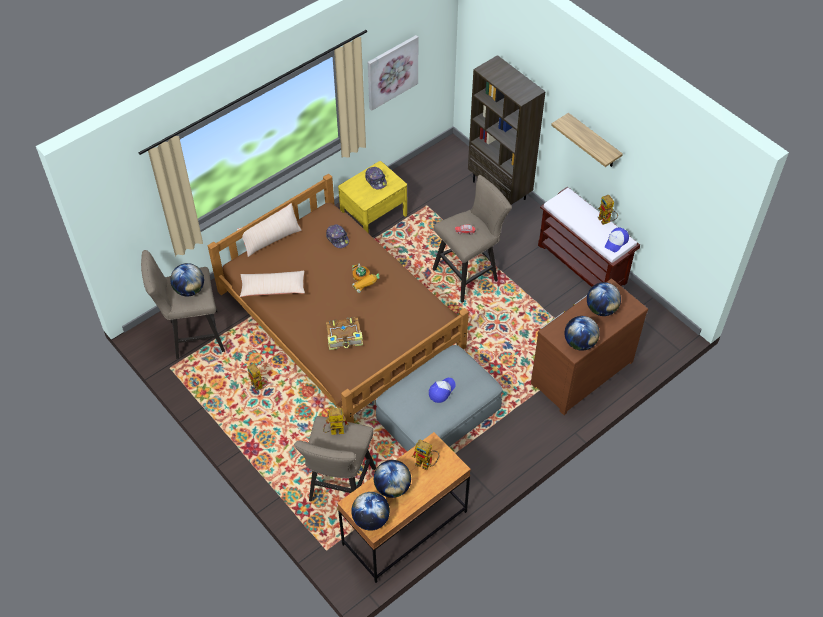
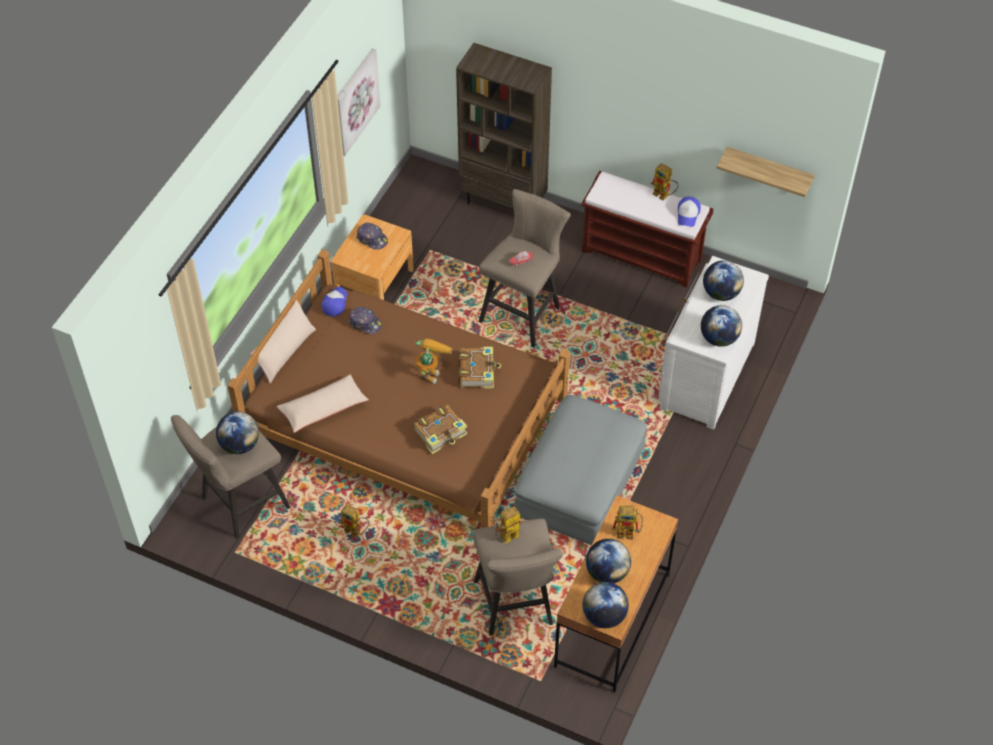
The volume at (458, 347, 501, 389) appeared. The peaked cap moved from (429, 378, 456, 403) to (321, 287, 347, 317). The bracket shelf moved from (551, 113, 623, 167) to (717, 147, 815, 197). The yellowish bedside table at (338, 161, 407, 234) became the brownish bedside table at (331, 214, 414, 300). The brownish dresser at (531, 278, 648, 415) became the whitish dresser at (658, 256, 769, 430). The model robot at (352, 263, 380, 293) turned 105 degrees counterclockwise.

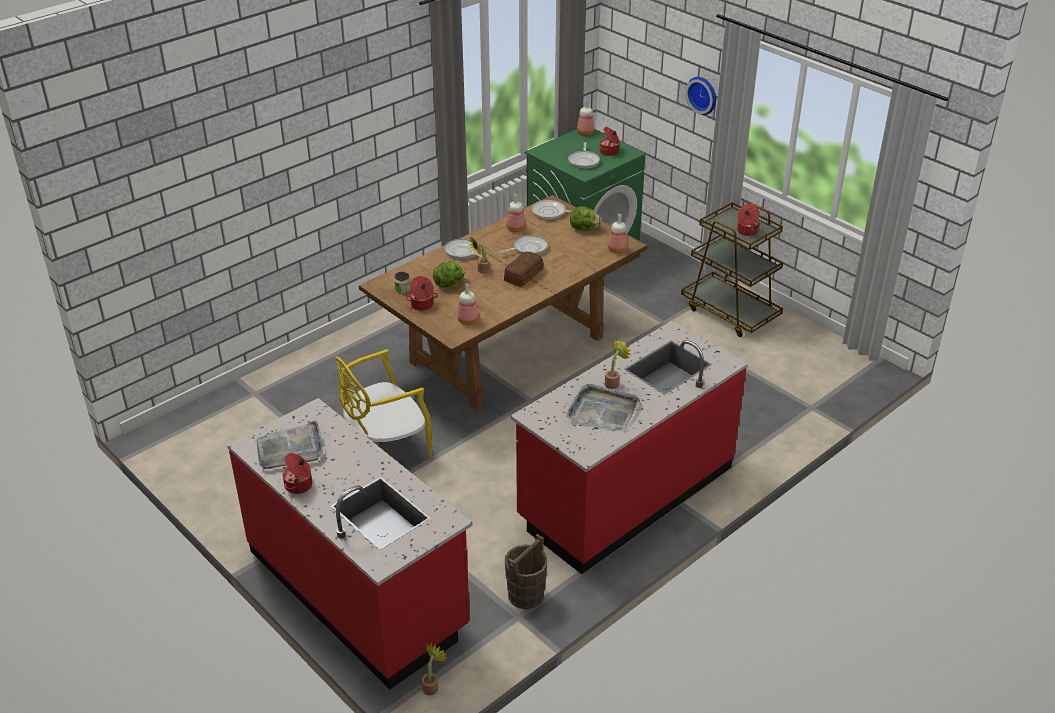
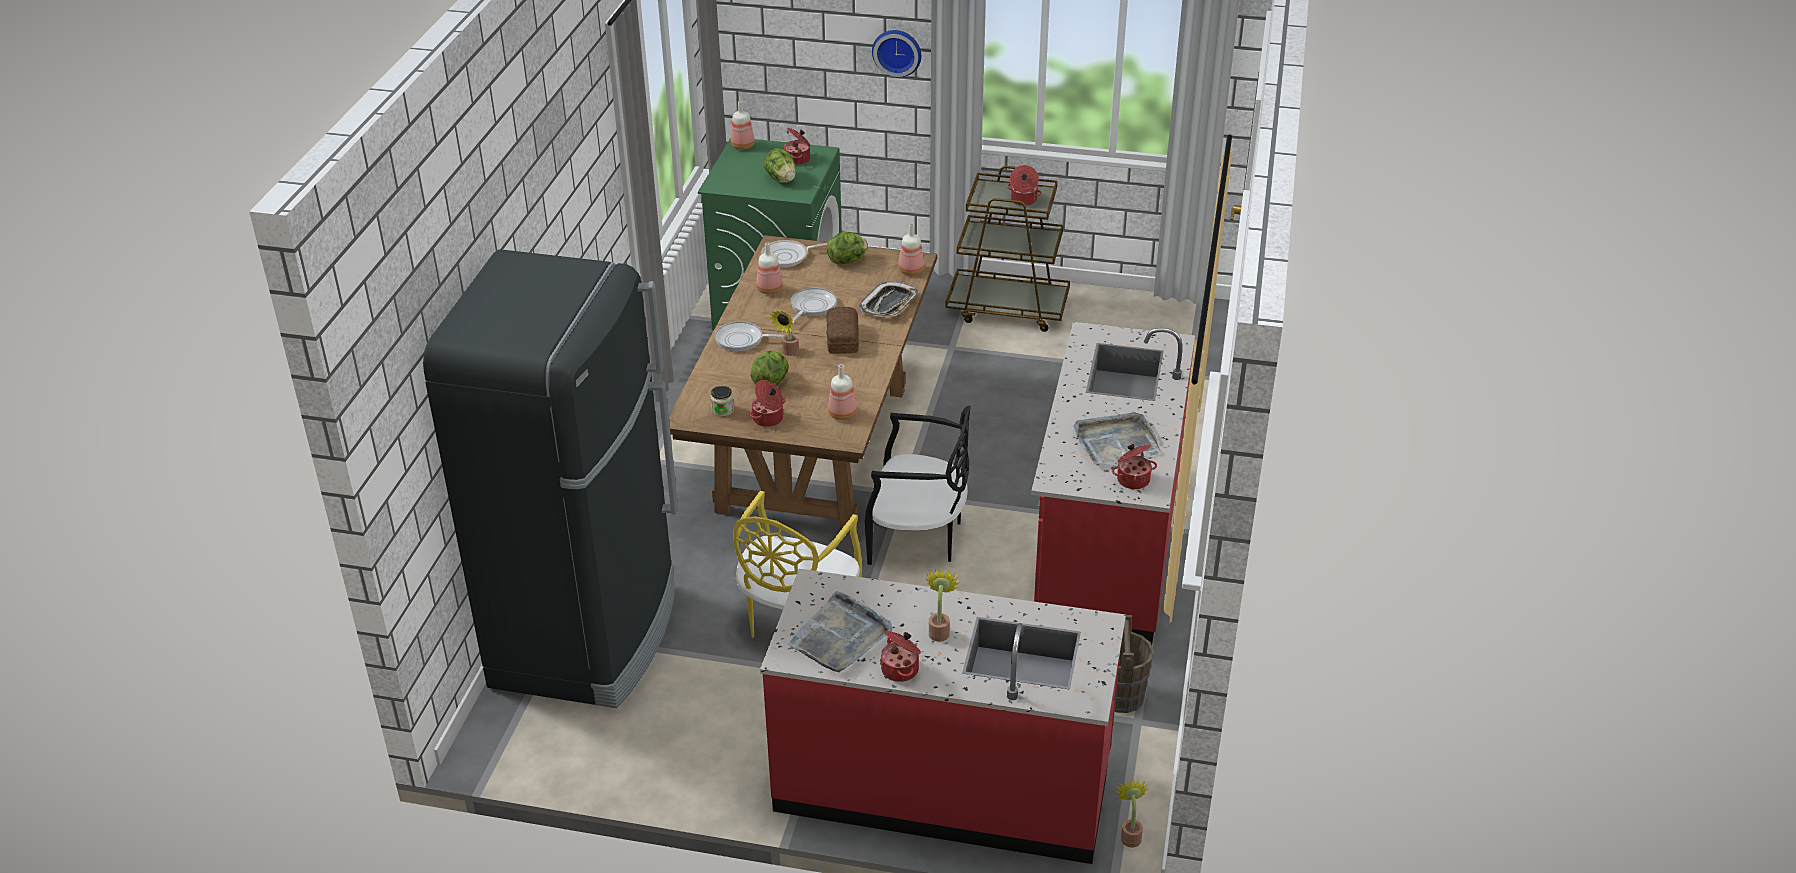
The black kitchen fridge at (423, 249, 678, 708) appeared. The serving tray at (859, 281, 918, 317) appeared. The black chair at (865, 406, 971, 565) appeared. The cooking pot at (1112, 444, 1157, 489) appeared. The houseplant moved from (605, 339, 630, 389) to (925, 568, 960, 642). The frying pan at (568, 142, 600, 169) was replaced by the head of lettuce at (764, 148, 796, 183).

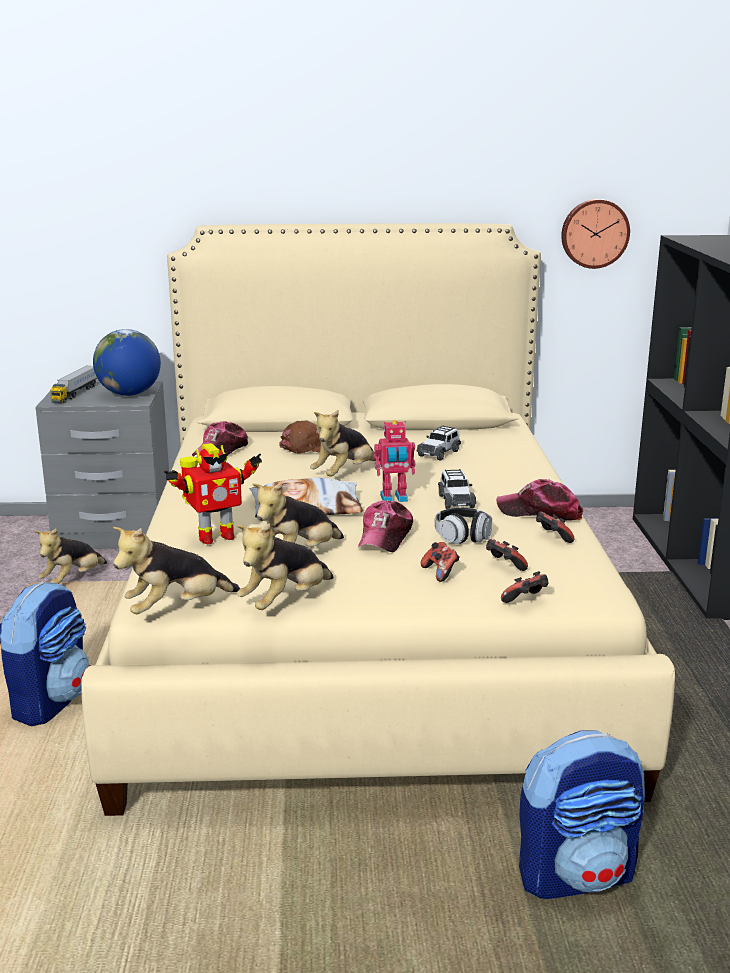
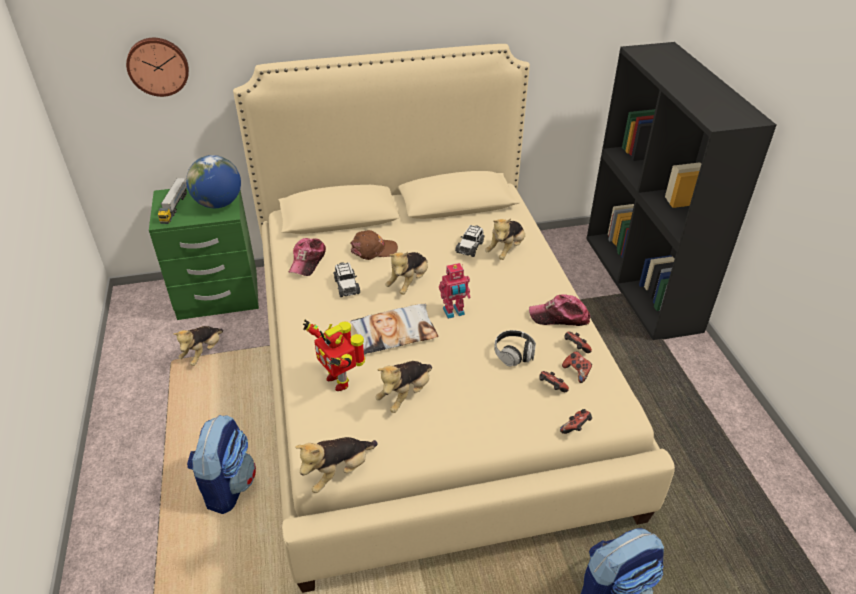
The peaked cap at (357, 500, 413, 552) disappeared. The soft toy moved from (237, 523, 334, 610) to (485, 218, 525, 260). The joypad moved from (421, 542, 460, 582) to (562, 351, 592, 383). The miniature car moved from (438, 469, 476, 509) to (333, 262, 360, 297). The wall clock moved from (561, 199, 630, 269) to (126, 38, 189, 97). The grey bedside table at (35, 381, 169, 549) became the greenish bedside table at (149, 188, 259, 320). The model robot at (164, 443, 262, 544) turned 90 degrees clockwise.

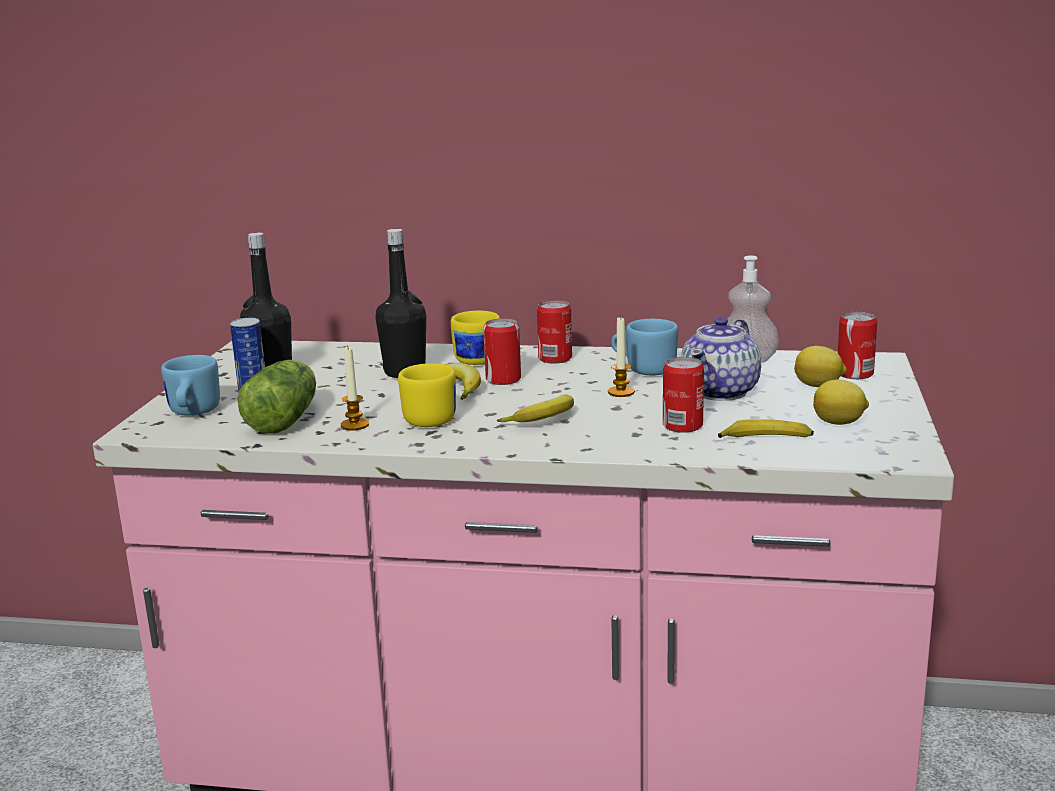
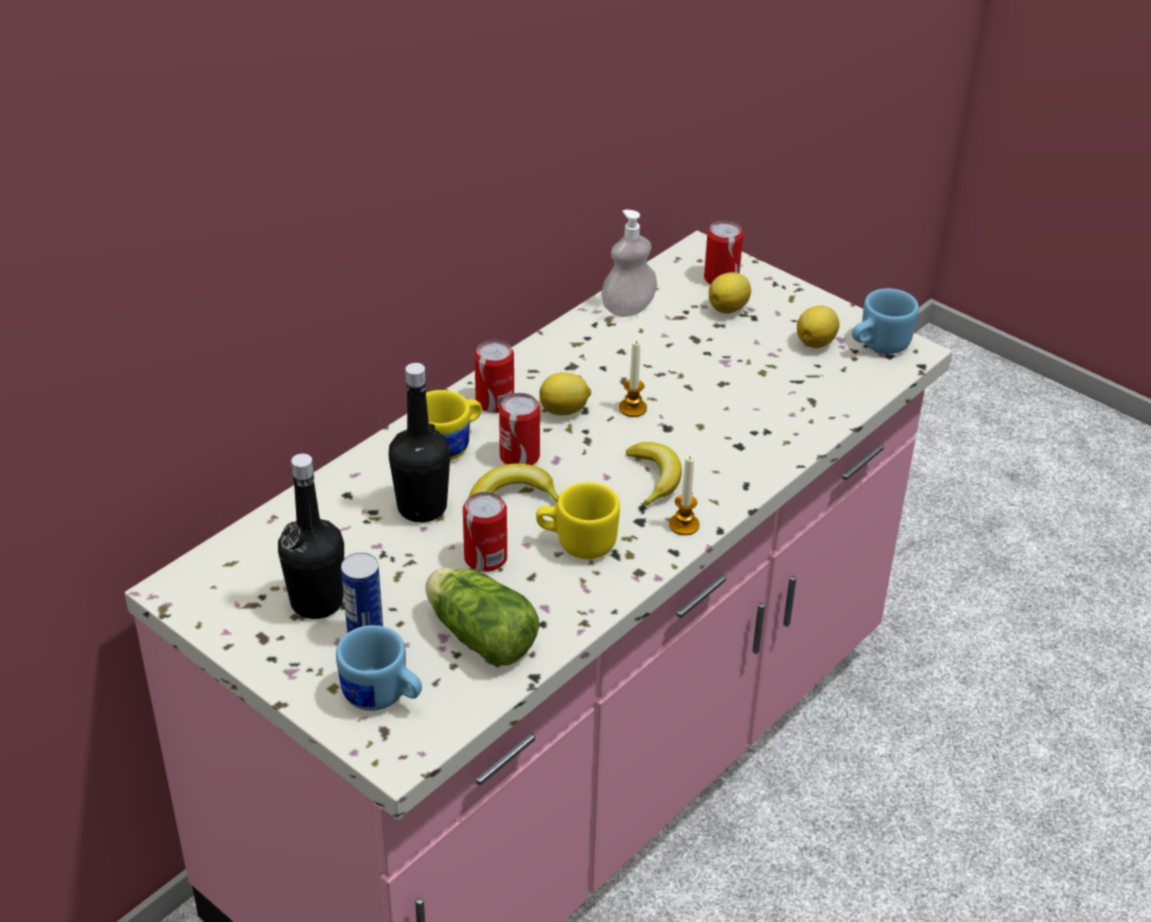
The pot for tea at (681, 317, 761, 401) disappeared. The banana at (718, 419, 814, 438) disappeared. The whole lemon at (540, 372, 591, 415) appeared. The wax candle moved from (341, 347, 369, 431) to (669, 455, 700, 535). The blue-coloured mug moved from (611, 319, 678, 375) to (852, 288, 919, 354). The sealed can moved from (663, 357, 704, 433) to (463, 492, 507, 572).

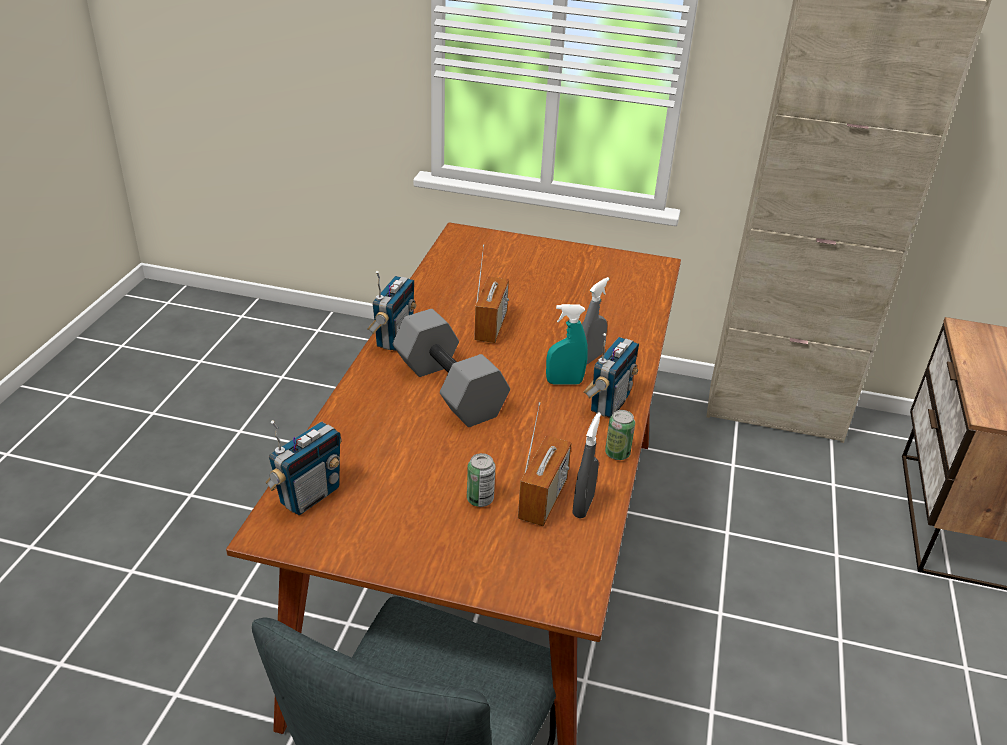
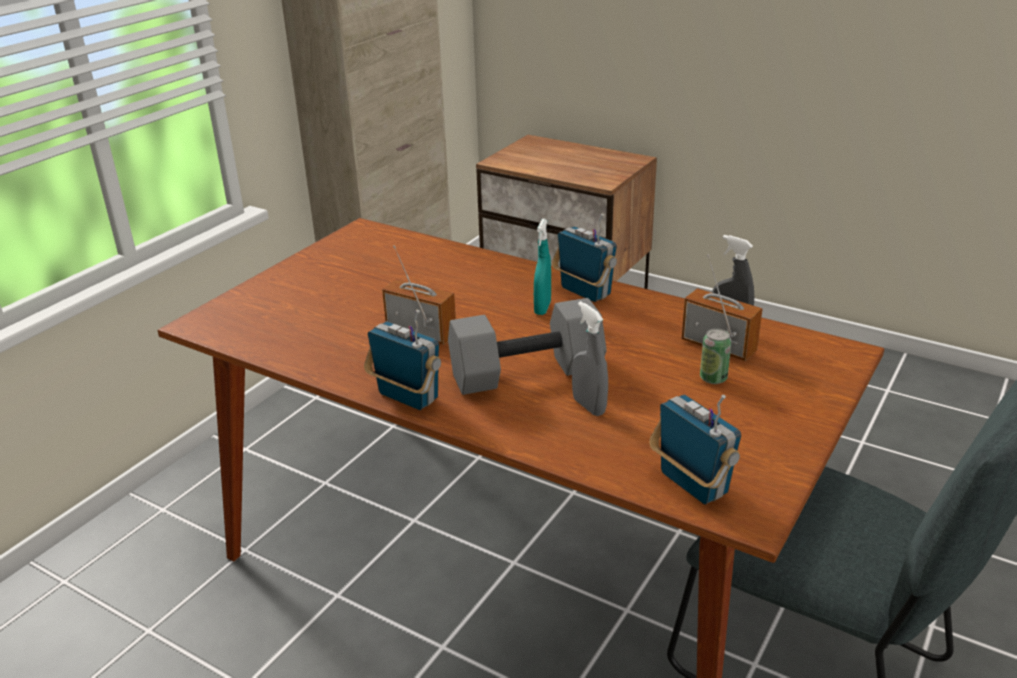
The sealed can at (605, 410, 635, 460) disappeared. The grey hand sprayer moved from (582, 277, 609, 364) to (572, 301, 608, 416).

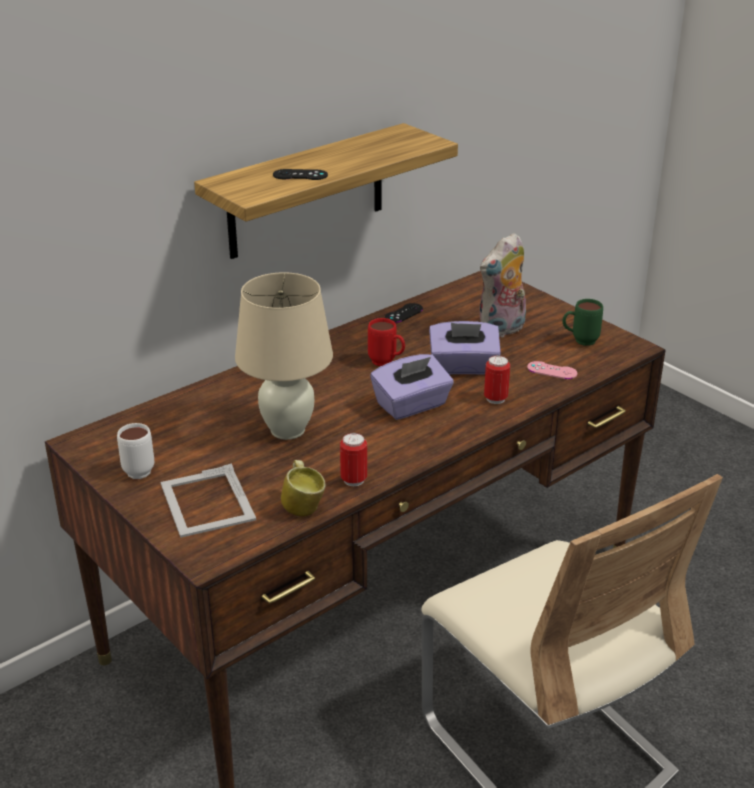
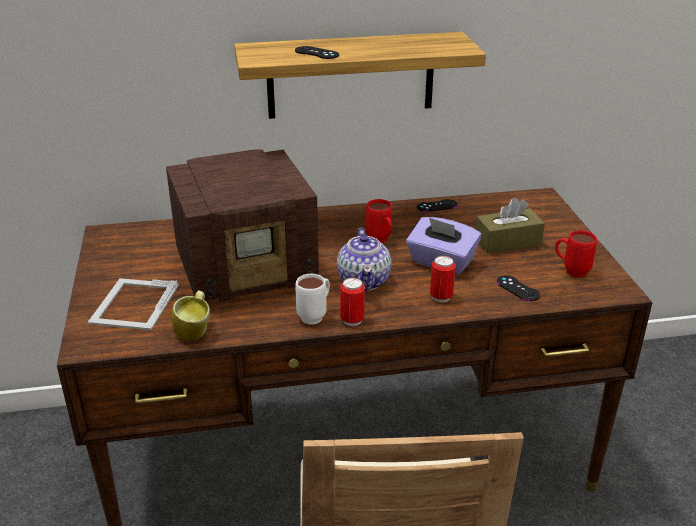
The whitish mug moved from (117, 423, 154, 479) to (295, 274, 330, 325). The sealed can moved from (340, 433, 367, 486) to (340, 278, 365, 326). The beige-coloured table lamp at (235, 272, 333, 440) was replaced by the radio receiver at (166, 149, 319, 302). The purple box of tissues at (370, 354, 454, 420) was replaced by the pot for tea at (337, 228, 392, 291). The soft toy at (480, 233, 526, 338) was replaced by the brownish box of tissues at (475, 197, 545, 254). The pink joypad at (527, 361, 577, 379) became the black joypad at (497, 276, 540, 301). The greenish mug at (563, 299, 603, 346) became the reddish mug at (555, 230, 597, 277).

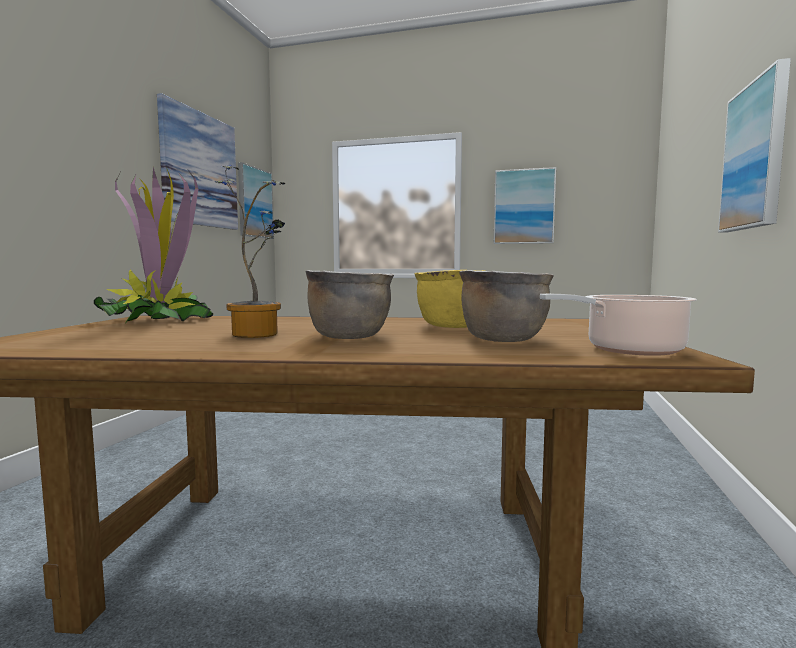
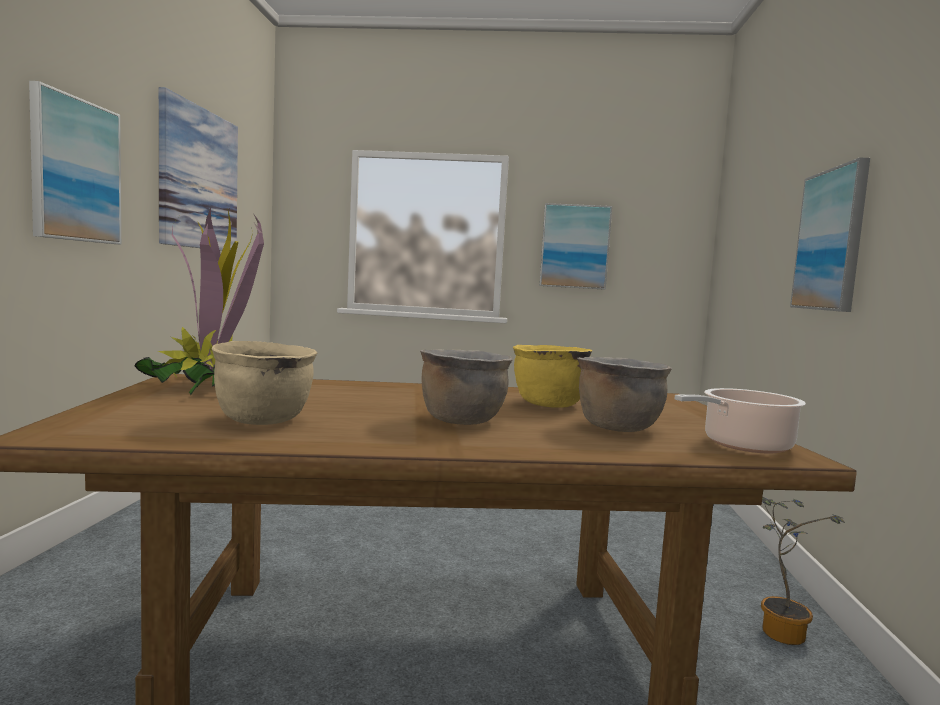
The beige-coloured cooking pot at (211, 341, 317, 425) appeared. The houseplant moved from (214, 165, 285, 338) to (761, 497, 845, 645). The picture moved from (238, 162, 274, 239) to (29, 81, 121, 244).

